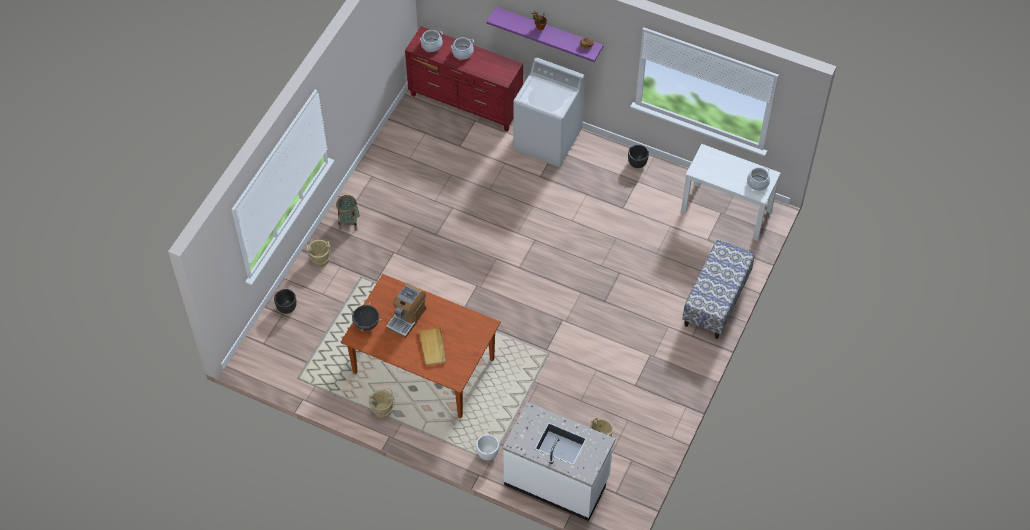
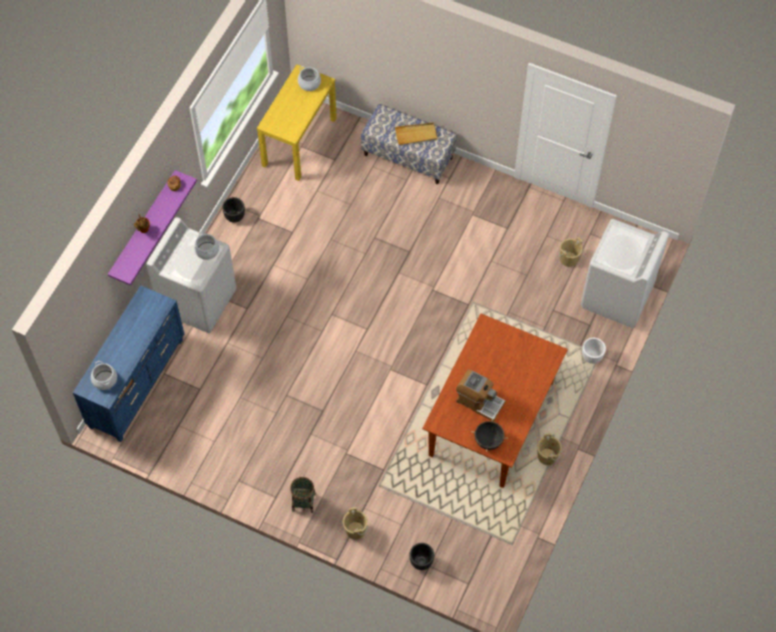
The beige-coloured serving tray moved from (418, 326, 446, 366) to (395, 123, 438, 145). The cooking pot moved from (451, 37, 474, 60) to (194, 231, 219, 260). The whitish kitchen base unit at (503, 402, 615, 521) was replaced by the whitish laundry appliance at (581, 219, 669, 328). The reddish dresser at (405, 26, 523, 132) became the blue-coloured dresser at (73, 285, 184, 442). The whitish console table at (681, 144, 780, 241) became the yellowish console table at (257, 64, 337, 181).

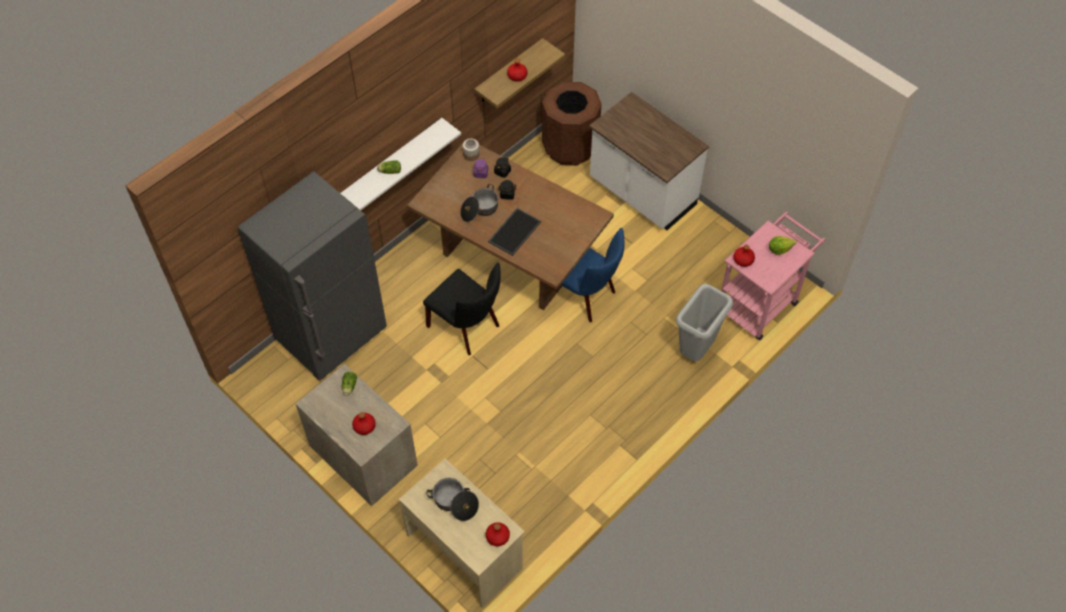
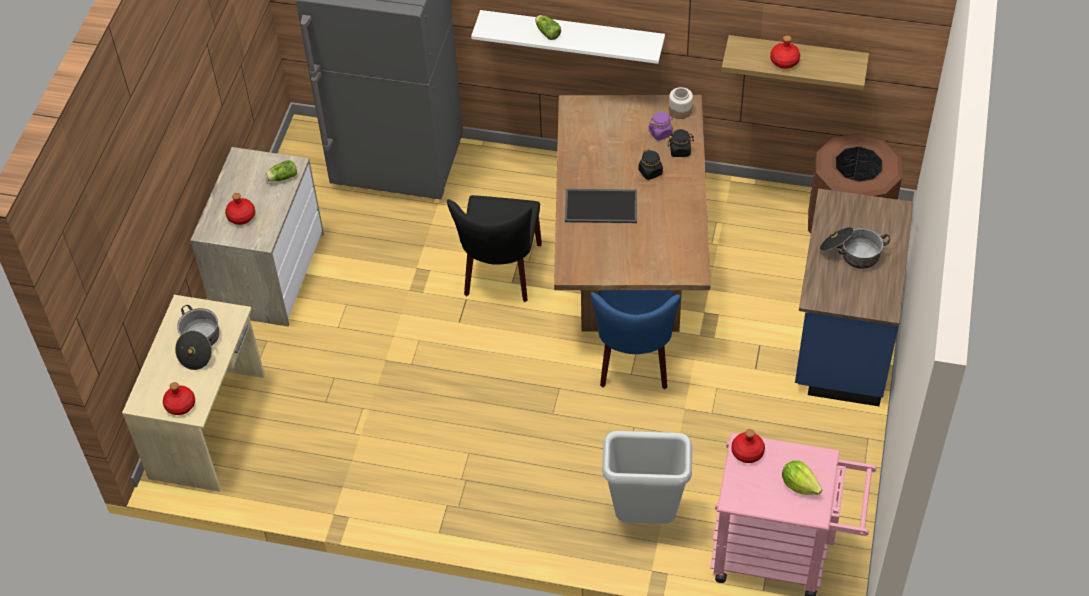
The cooking pot moved from (460, 184, 498, 222) to (820, 227, 890, 269). The whitish kitchen base unit at (589, 92, 709, 230) became the blue-coloured kitchen base unit at (795, 189, 913, 406).

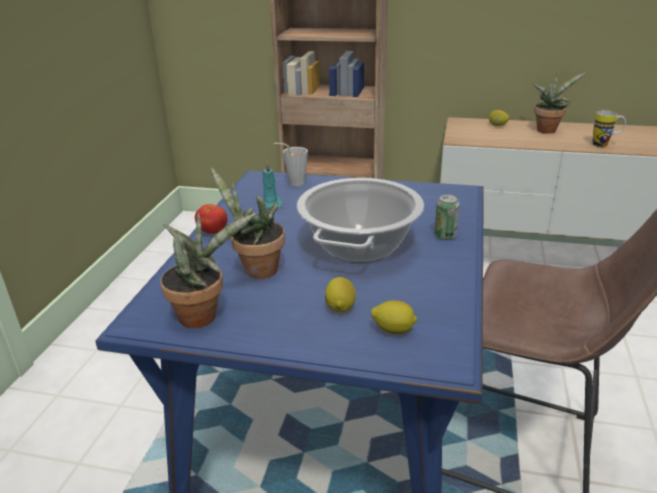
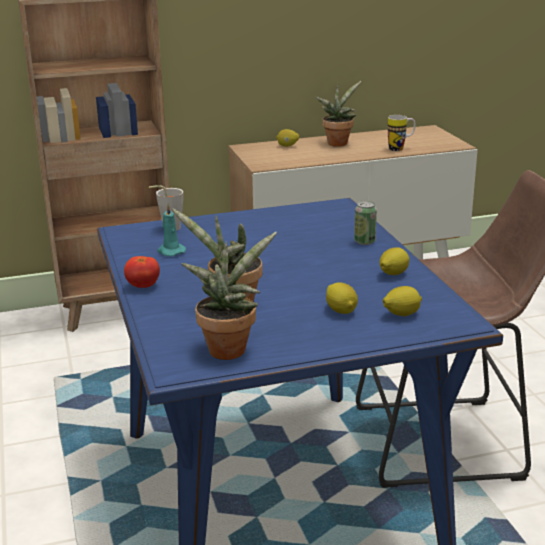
The cooking pot at (297, 178, 424, 263) disappeared. The whole lemon at (379, 247, 409, 275) appeared.

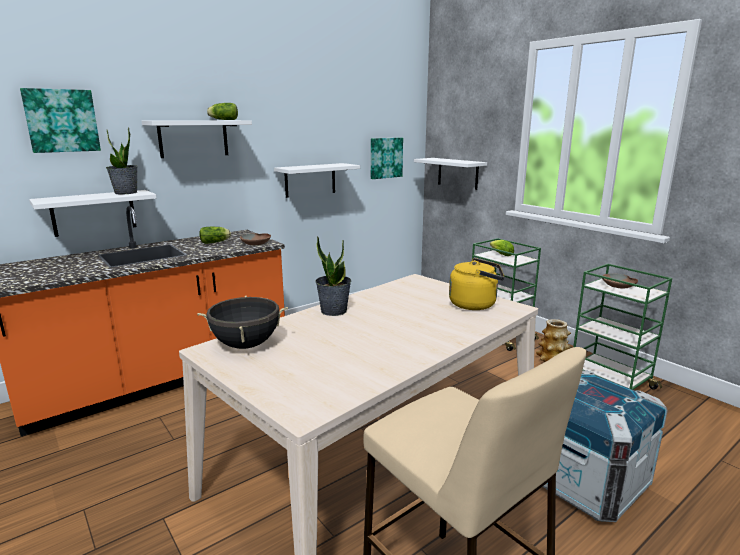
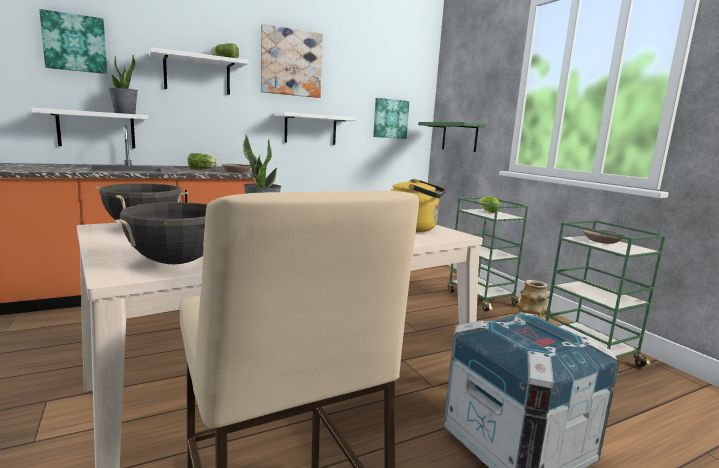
The black cooking pot at (114, 202, 208, 264) appeared. The picture at (261, 24, 323, 98) appeared. The whitish bracket shelf at (414, 158, 487, 190) became the greenish bracket shelf at (418, 122, 486, 152).

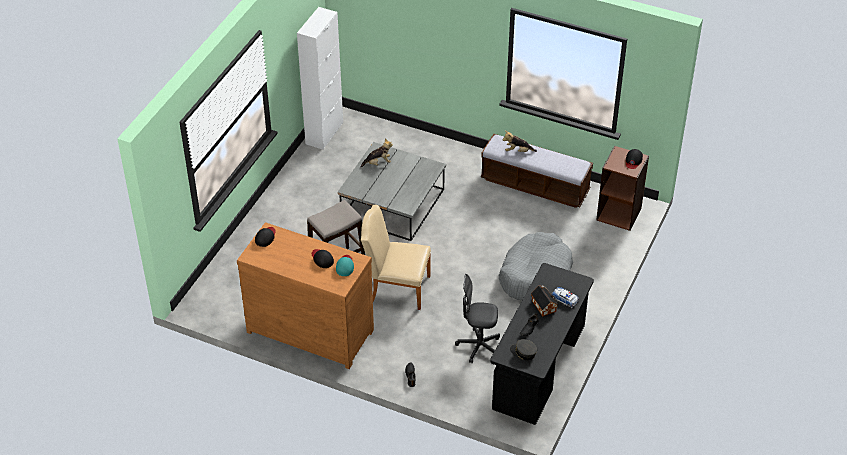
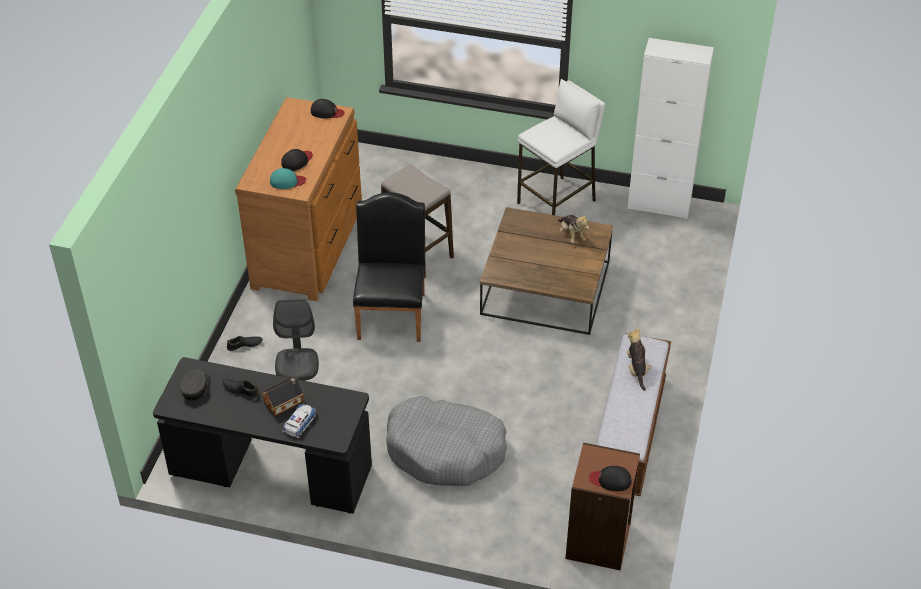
The whitish stool at (517, 79, 605, 215) appeared. The grey coffee table at (338, 142, 446, 241) became the brownish coffee table at (480, 207, 613, 335). The beige-coloured chair at (361, 205, 431, 310) became the black chair at (353, 192, 425, 342).

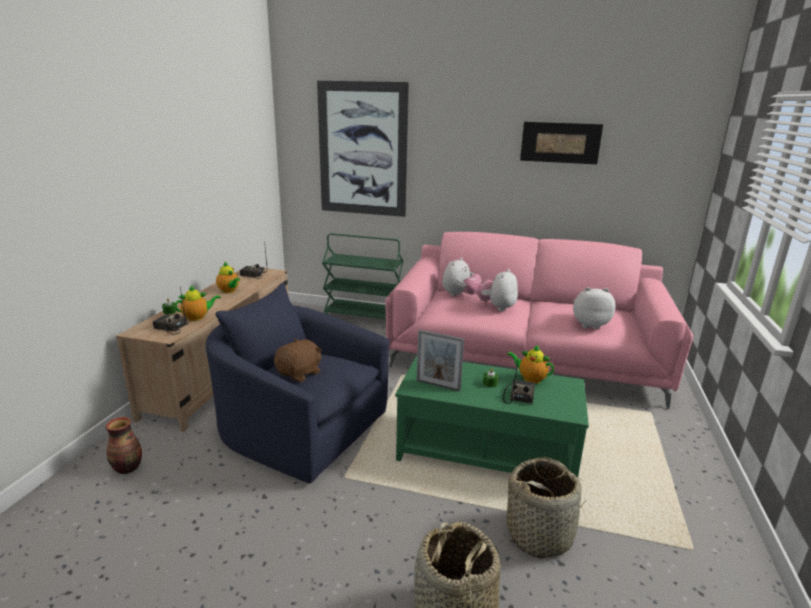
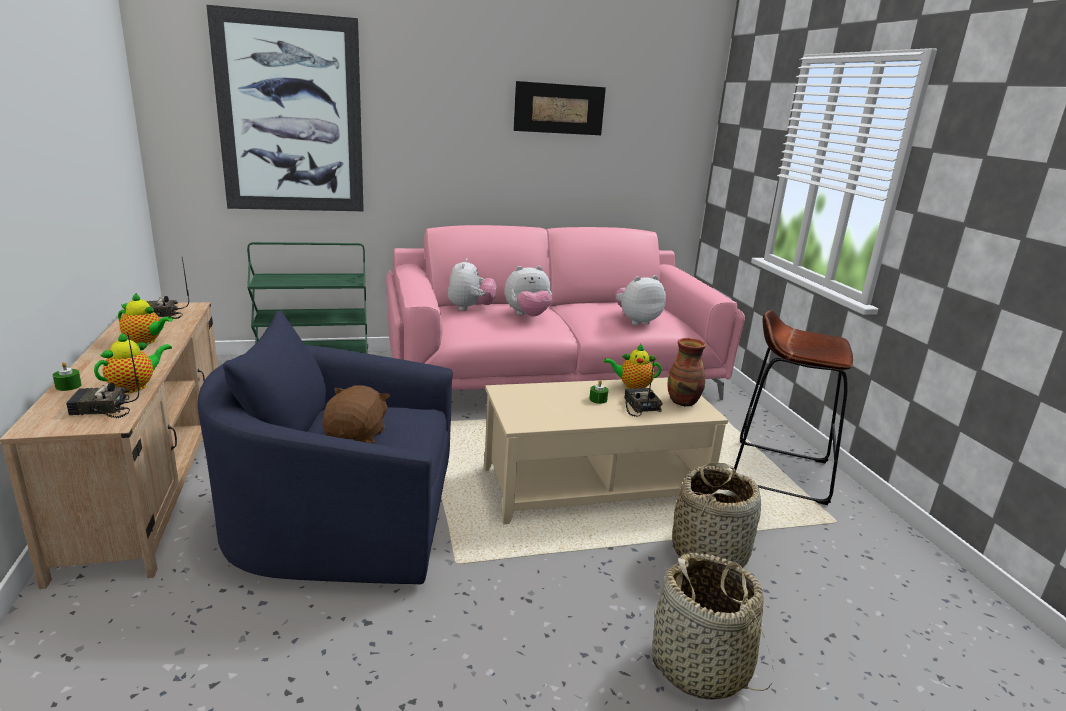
The picture frame at (416, 329, 464, 391) disappeared. The brownish stool at (734, 310, 853, 505) appeared. The decorative vase moved from (106, 417, 142, 474) to (668, 338, 706, 407). The greenish coffee table at (395, 355, 589, 476) became the beige-coloured coffee table at (484, 377, 728, 524). The soft toy at (477, 269, 518, 311) turned 105 degrees counterclockwise.

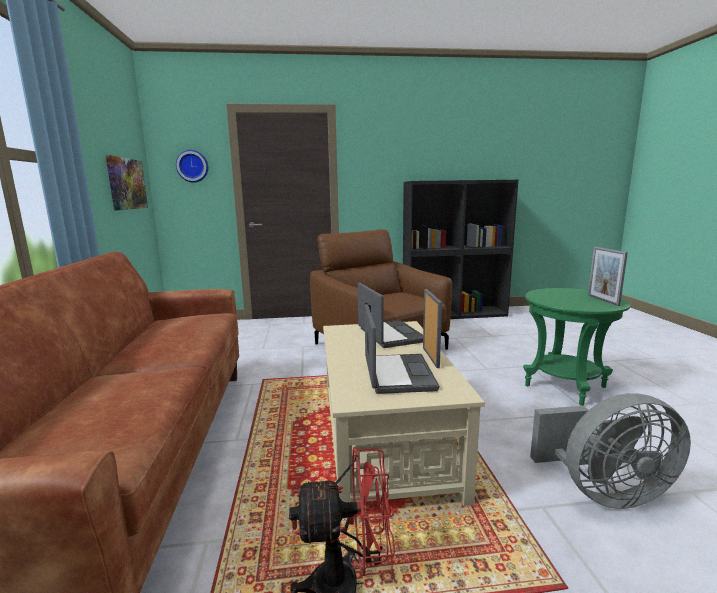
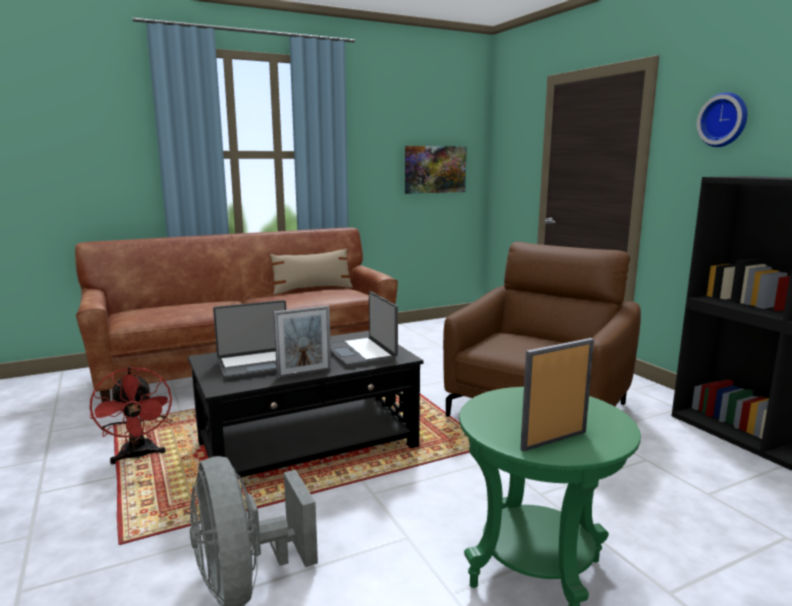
The beige-coloured cushion at (270, 249, 353, 295) appeared. The wall clock moved from (176, 150, 208, 183) to (697, 92, 747, 147). The beige-coloured coffee table at (323, 321, 485, 506) became the black coffee table at (188, 331, 423, 478). The notebook computer at (358, 283, 423, 348) turned 105 degrees clockwise.

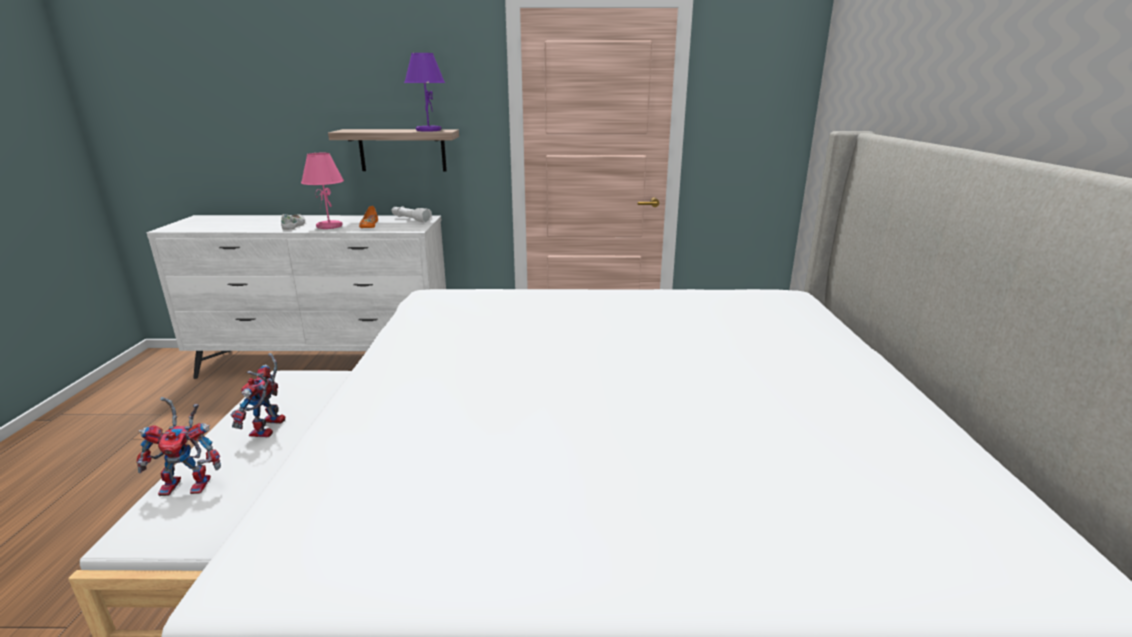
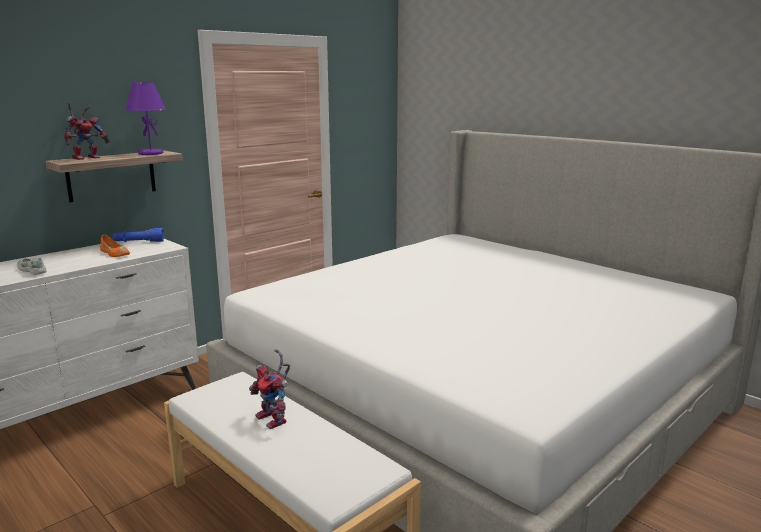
The pink table lamp at (301, 153, 344, 229) disappeared. The model robot moved from (136, 397, 221, 496) to (64, 102, 110, 160). The whitish torch at (391, 206, 432, 223) became the blue-coloured torch at (112, 228, 164, 242).

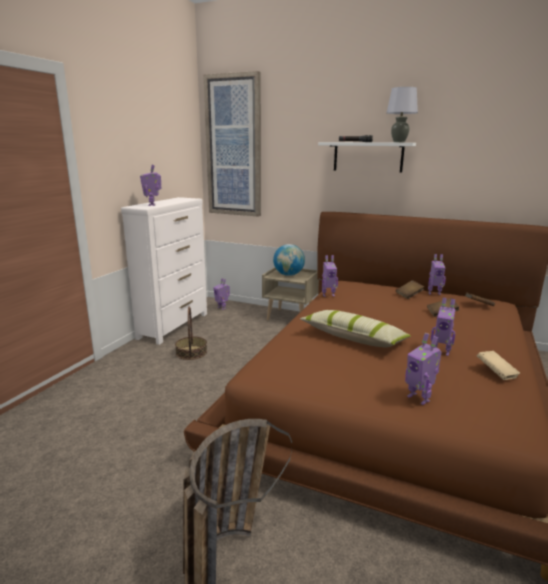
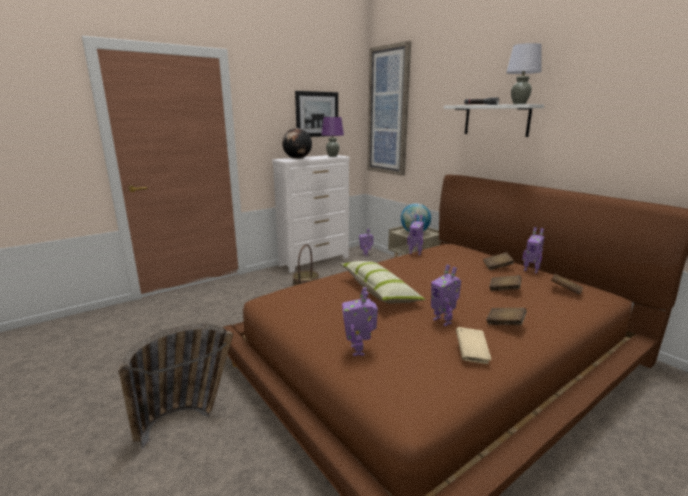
The picture at (295, 91, 338, 137) appeared. The purple table lamp at (321, 117, 344, 157) appeared. The brownish volume at (486, 308, 527, 326) appeared. The model robot at (140, 165, 161, 206) was replaced by the desk globe at (282, 128, 312, 159).

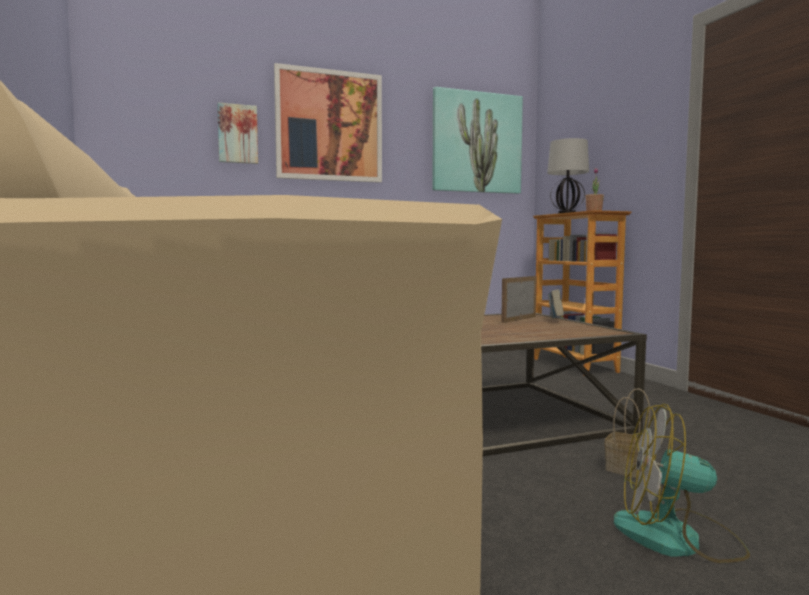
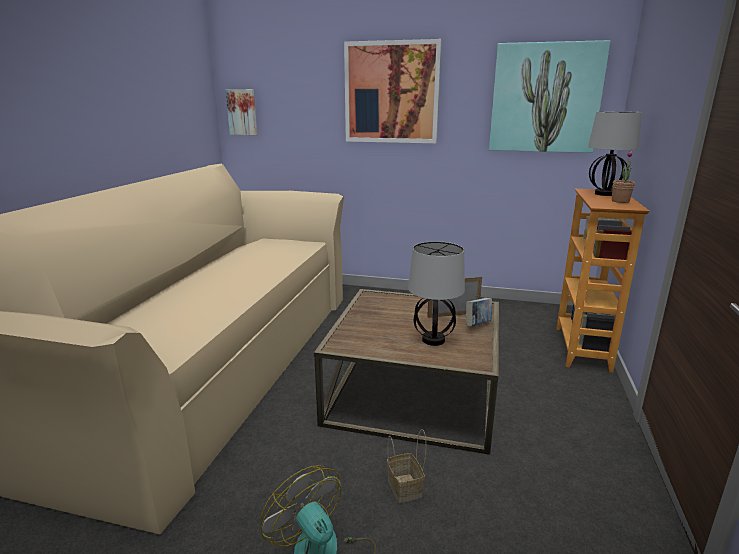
The table lamp at (408, 241, 465, 346) appeared. The picture moved from (217, 103, 258, 164) to (225, 89, 257, 135).

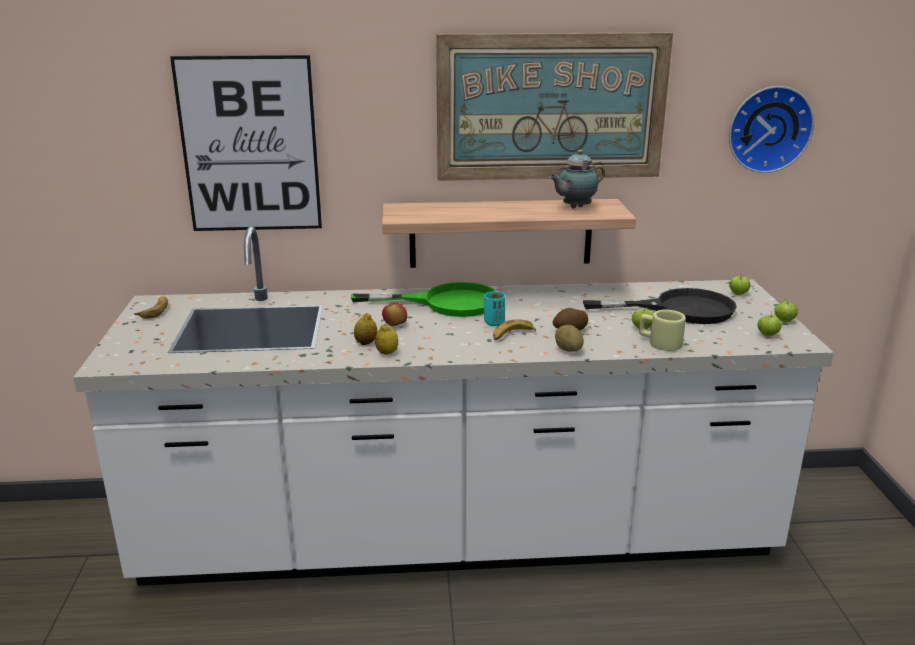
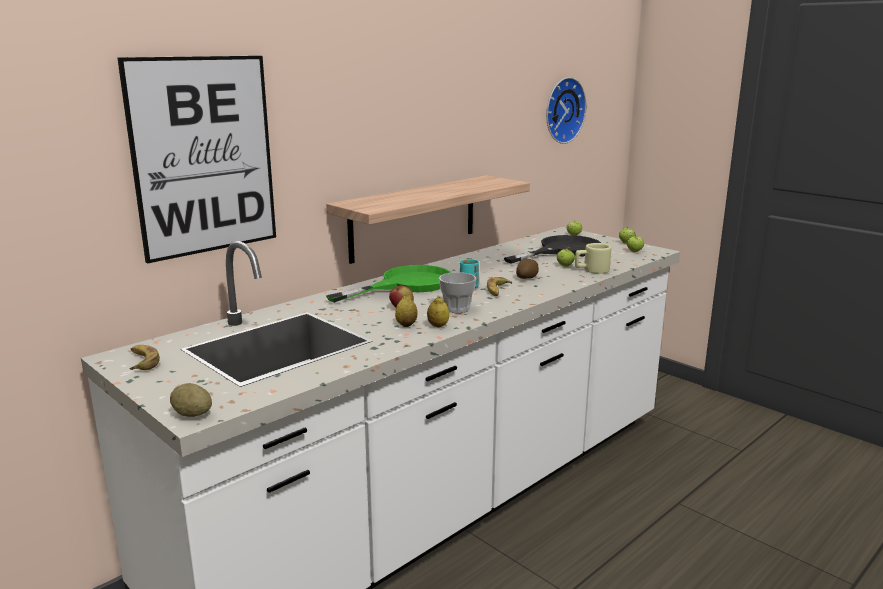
The picture at (436, 32, 673, 181) disappeared. The pot for tea at (549, 150, 605, 208) disappeared. The cup at (439, 272, 476, 313) appeared. The potato moved from (555, 325, 584, 352) to (170, 383, 212, 417).

